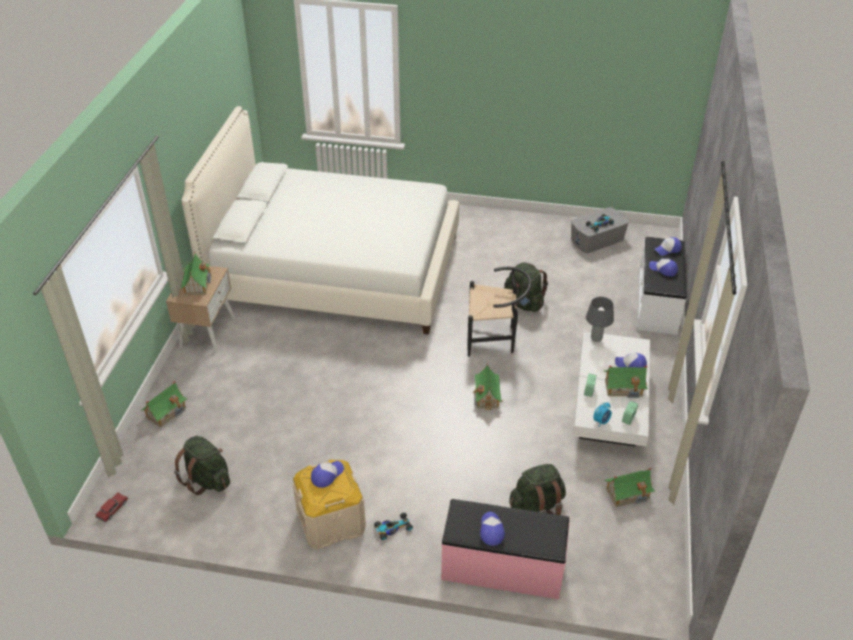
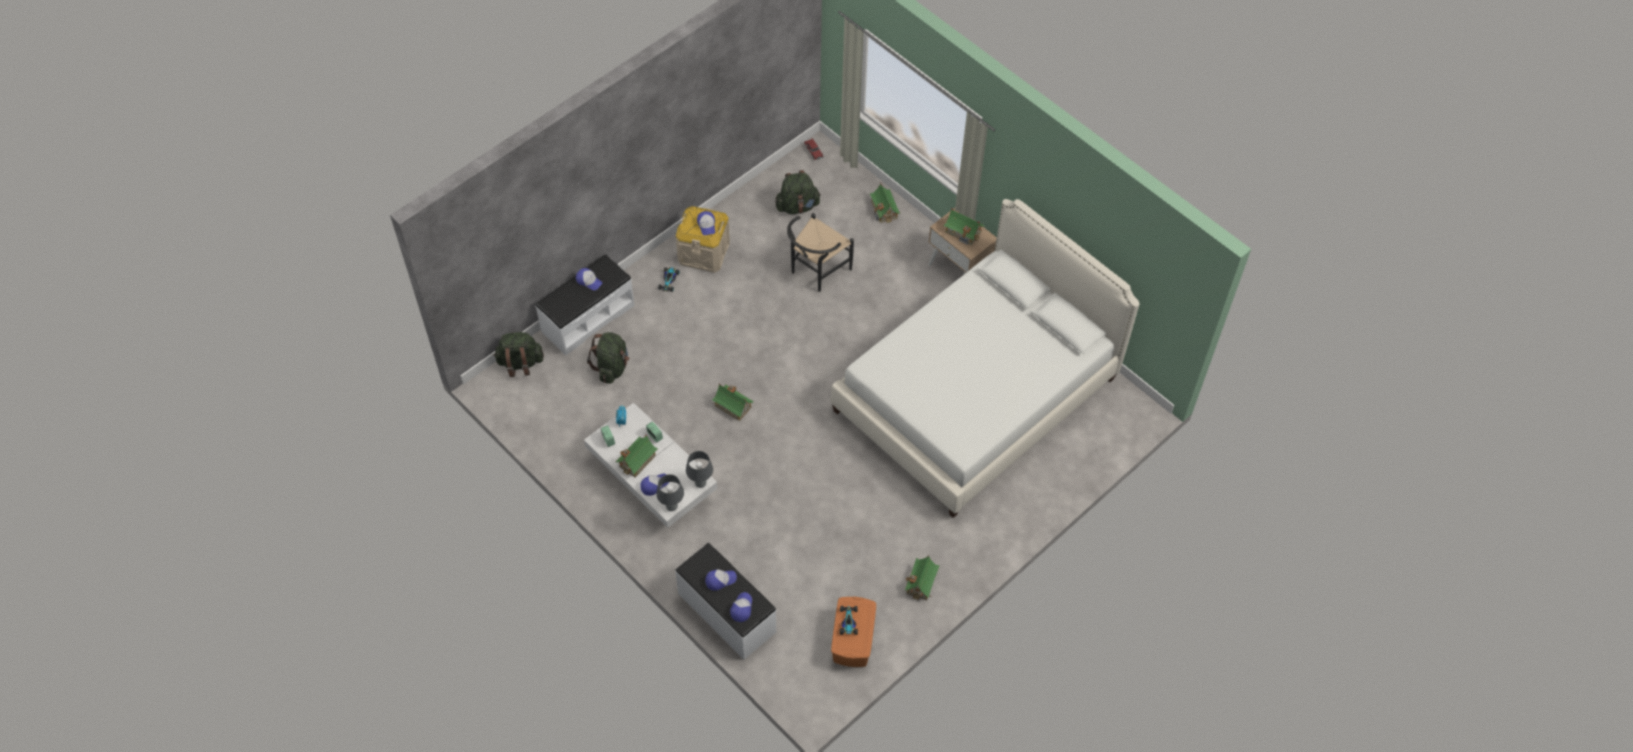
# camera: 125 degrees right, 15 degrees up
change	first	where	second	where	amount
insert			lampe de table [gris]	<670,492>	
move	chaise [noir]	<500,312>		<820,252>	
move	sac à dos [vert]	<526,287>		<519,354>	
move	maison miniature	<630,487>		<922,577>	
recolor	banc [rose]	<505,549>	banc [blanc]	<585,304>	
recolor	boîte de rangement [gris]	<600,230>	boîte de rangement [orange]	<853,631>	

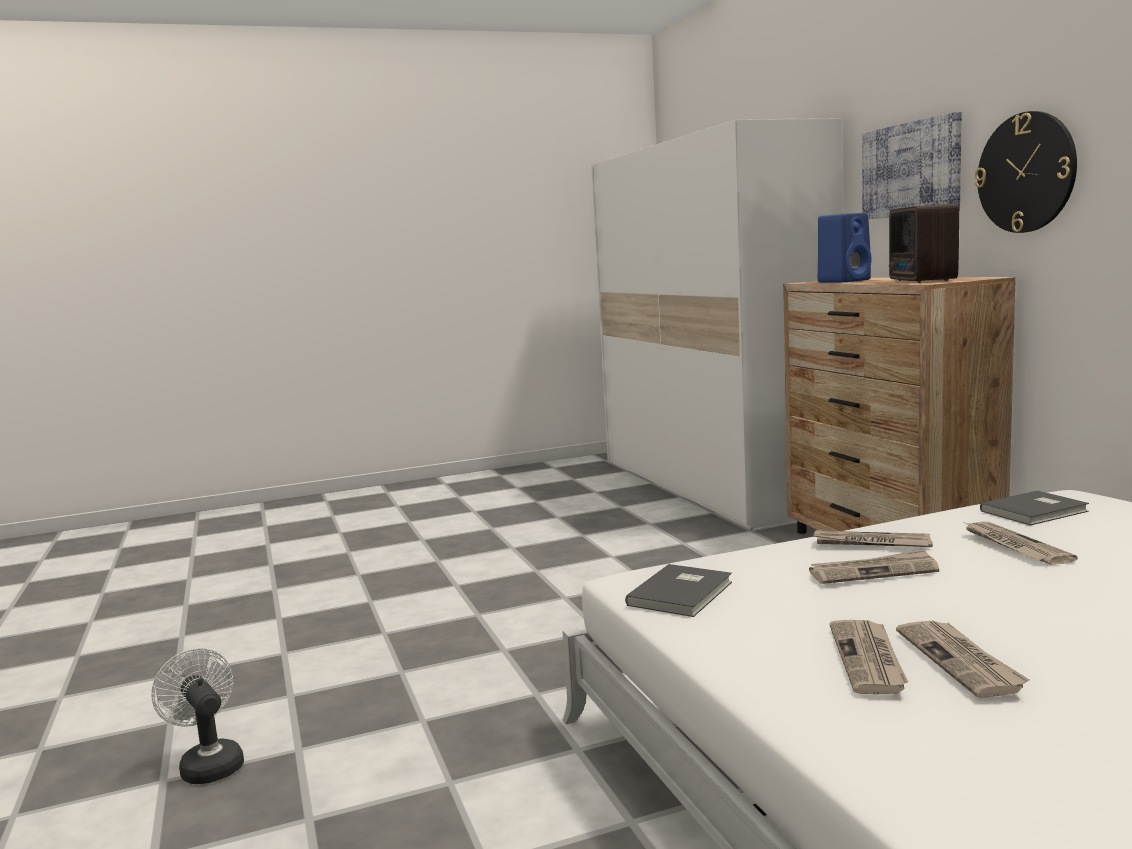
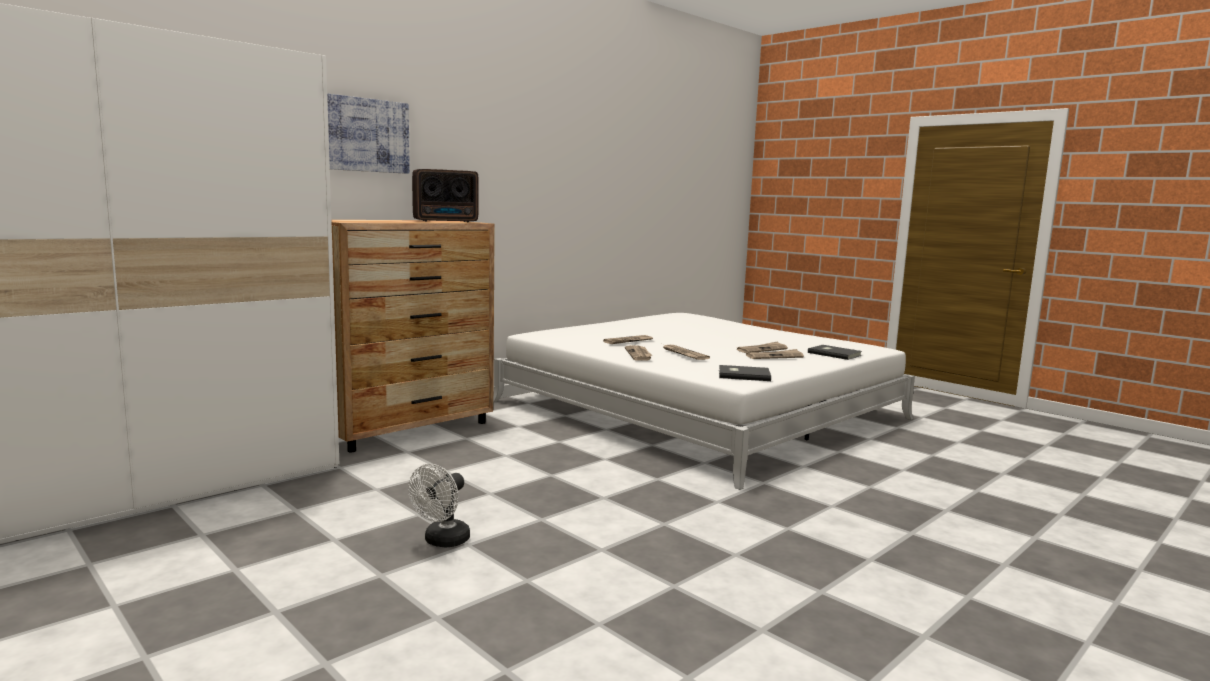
# camera: 115 degrees left, 0 degrees up
change	first	where	second	where	amount
delete	enceinte [bleu]	<844,248>			
delete	horloge murale	<1026,172>			
move	ventilateur [blanc]	<197,716>		<439,506>	
move	livre [gris]	<1034,508>		<835,352>	

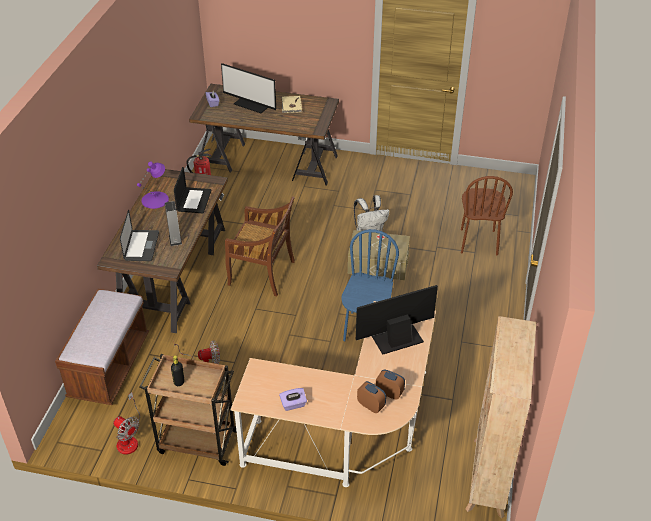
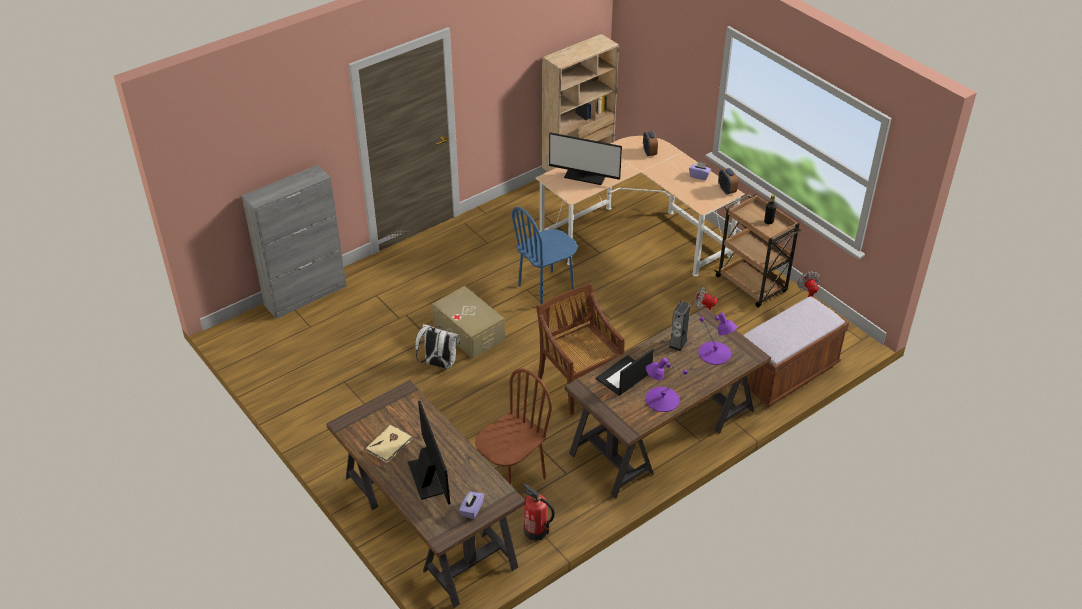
# camera: 140 degrees left, 0 degrees up
change	first	where	second	where	amount
insert			meuble de rangement [gris]	<294,242>	
move	réveil	<390,385>		<728,181>	
move	chaise [marron]	<487,215>		<513,426>	
replace	ordinateur portable	<139,235>	lampe de table [violet]	<717,338>	

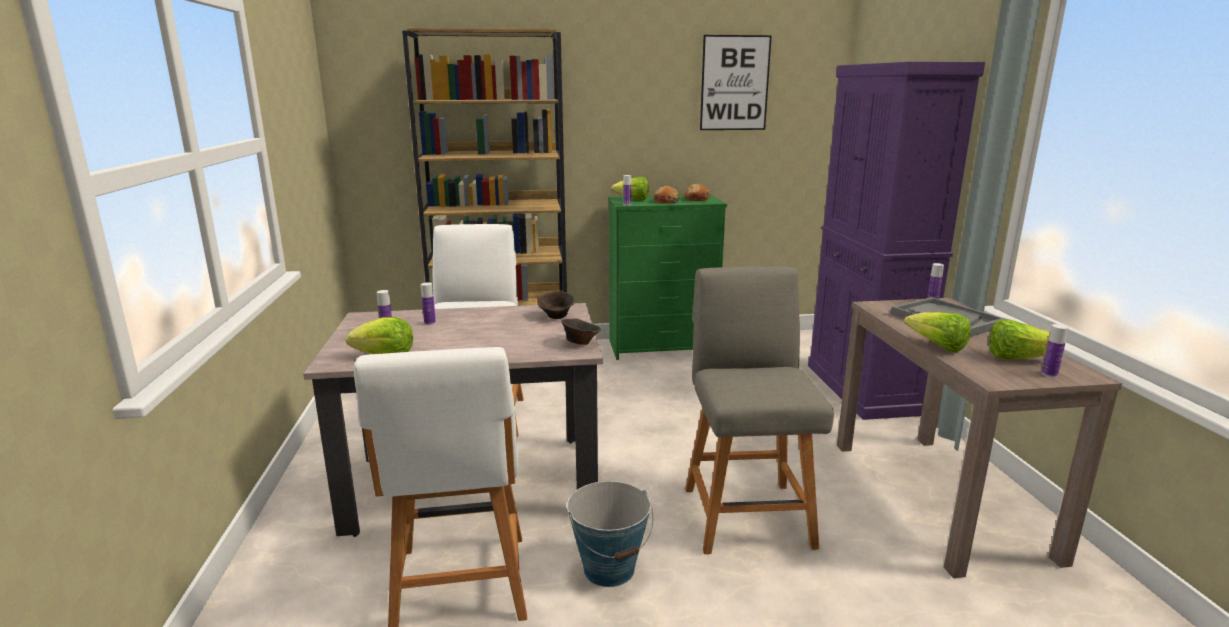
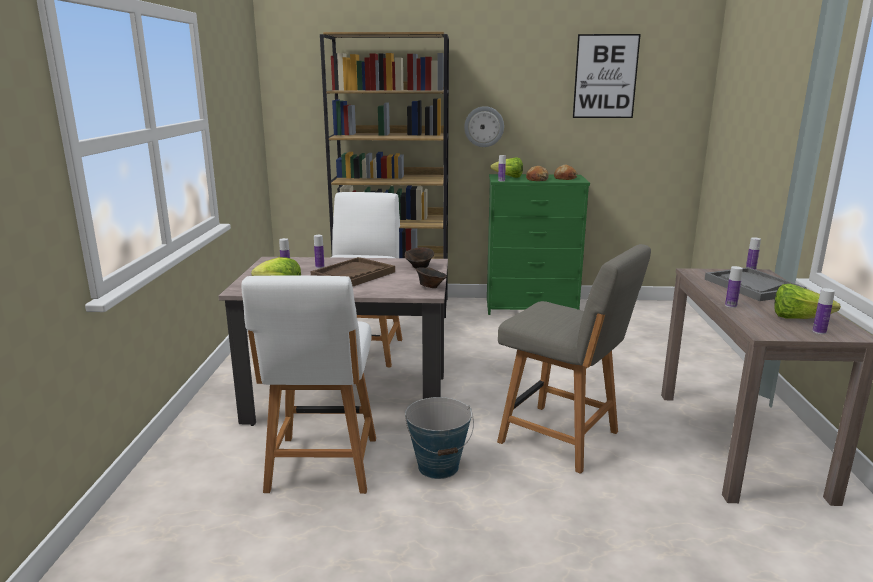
# camera: 10 degrees right, 0 degrees up
change	first	where	second	where	amount
delete	meuble de rangement [violet]	<896,241>			
insert			plateau [marron]	<352,271>	
insert			horloge murale	<484,126>	
replace	laitue	<937,332>	bouteille	<734,287>	
rotate	chaise [gris]	<759,410>		<574,359>	120 degrees clockwise

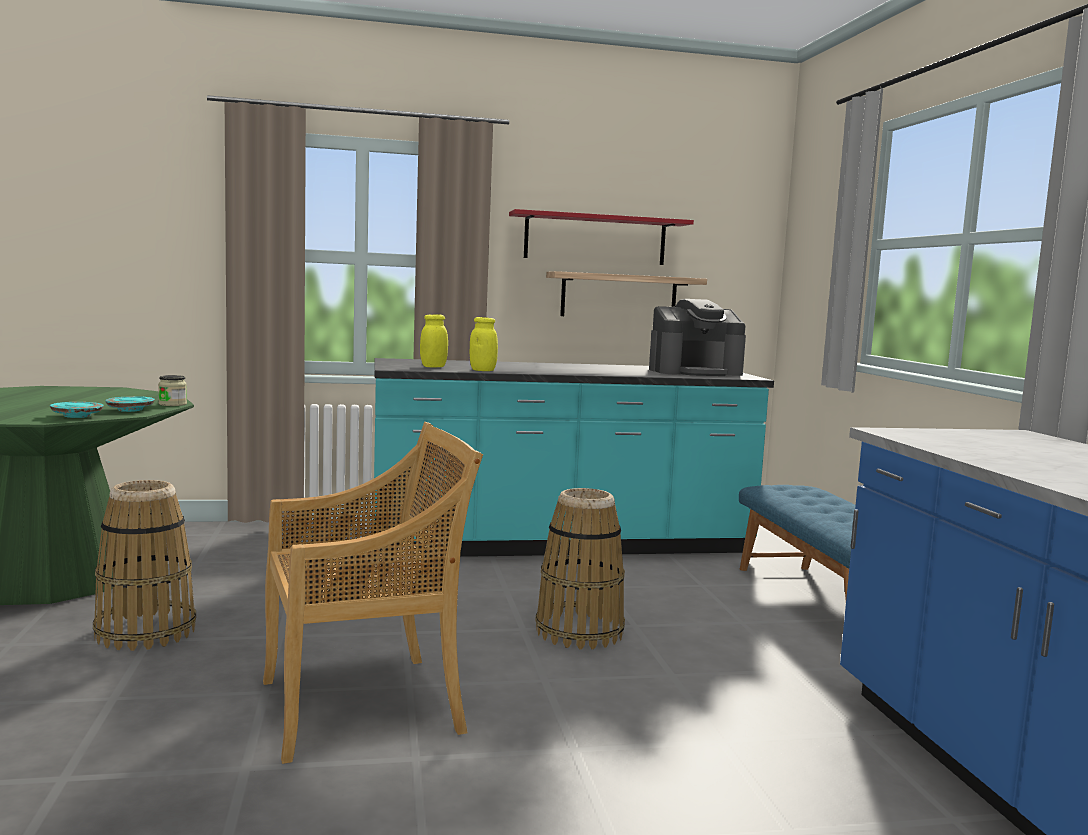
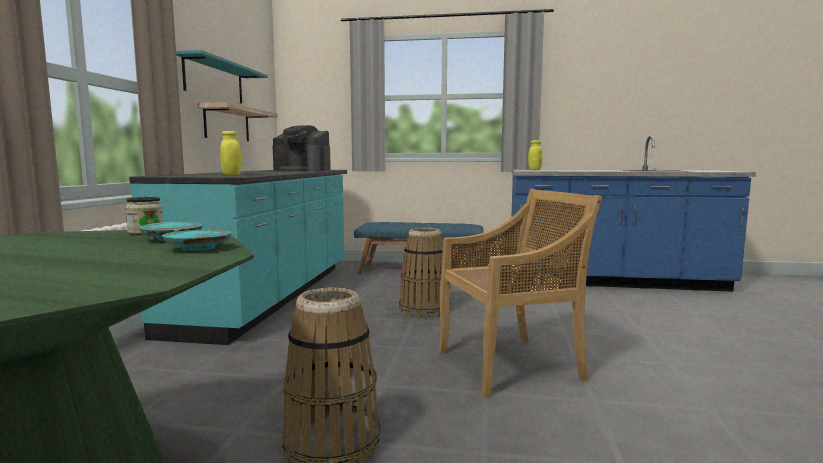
# camera: 70 degrees left, 0 degrees up
change	first	where	second	where	amount
move	bocal [jaune]	<483,344>		<535,155>	
recolor	étagère [rouge]	<601,237>	étagère [turquoise]	<222,77>	
rotate	chaise [beige]	<373,593>		<520,293>	75 degrees clockwise
rotate	machine à café	<697,337>		<301,148>	105 degrees clockwise

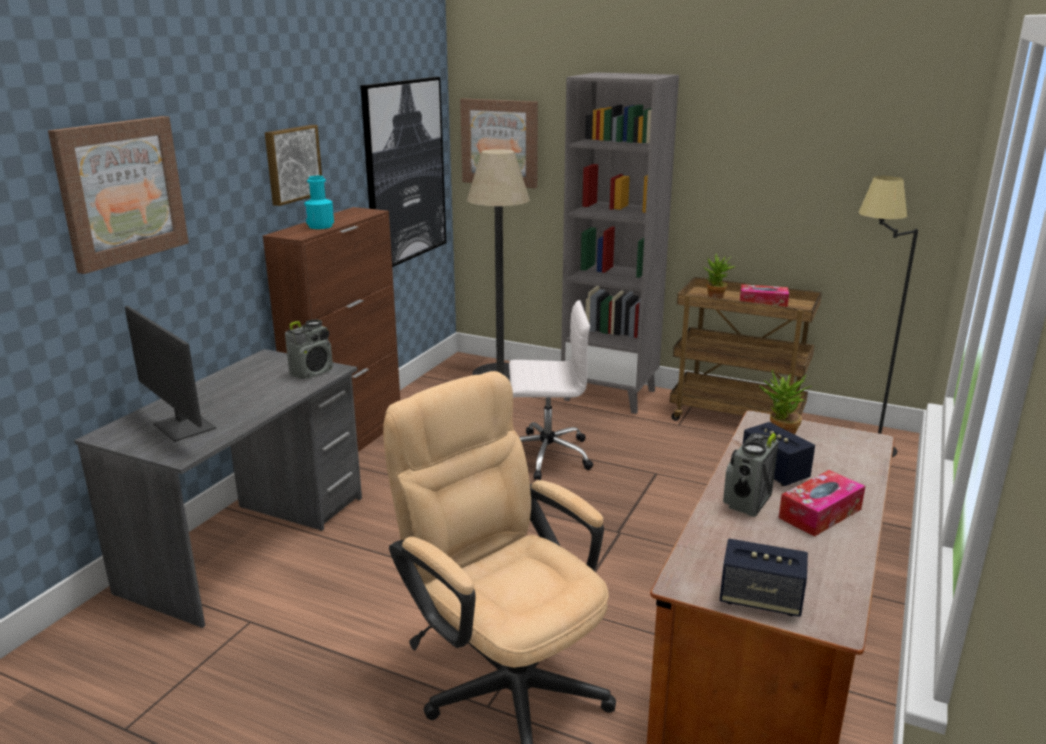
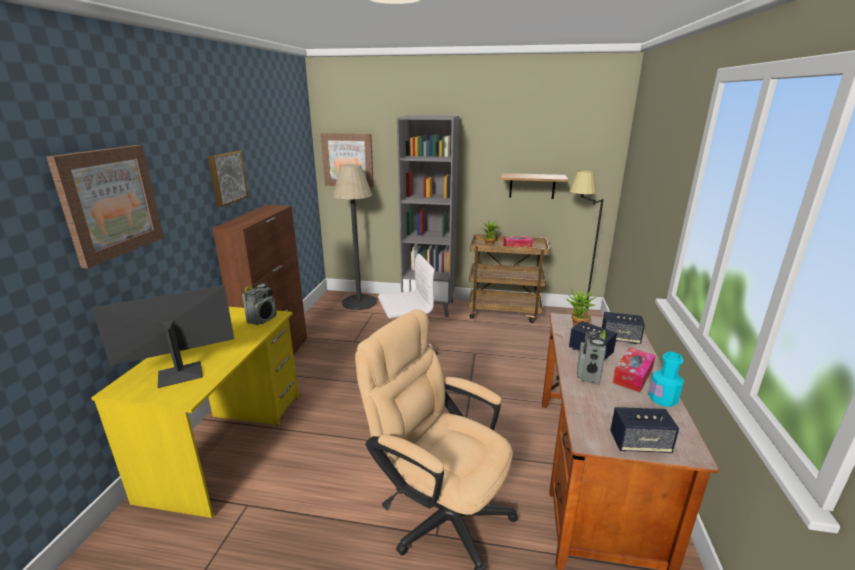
# camera: 15 degrees left, 0 degrees up
change	first	where	second	where	amount
delete	tableau	<403,172>			
insert			étagère	<535,186>	
insert			enceinte	<623,328>	
move	bouteille [turquoise]	<319,202>		<666,379>	
recolor	bureau [gris]	<218,488>	bureau [jaune]	<195,412>	
rotate	écran d'ordinateur	<170,374>		<163,336>	120 degrees clockwise

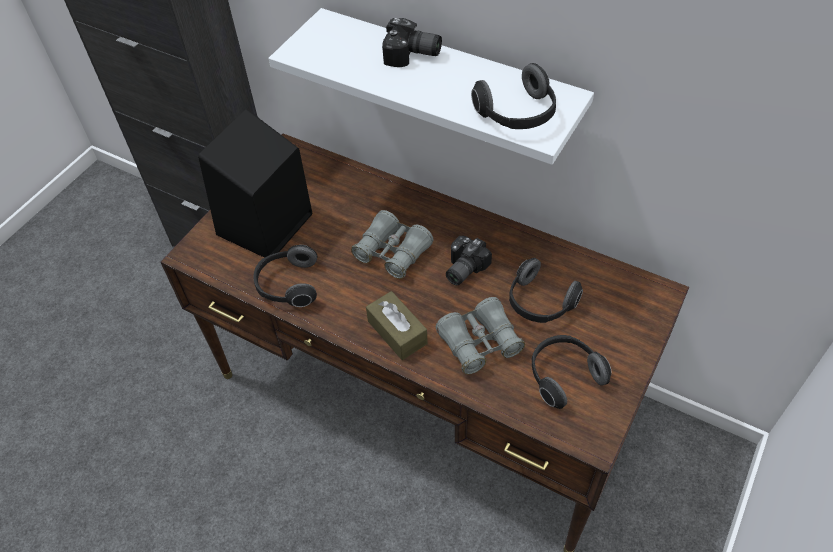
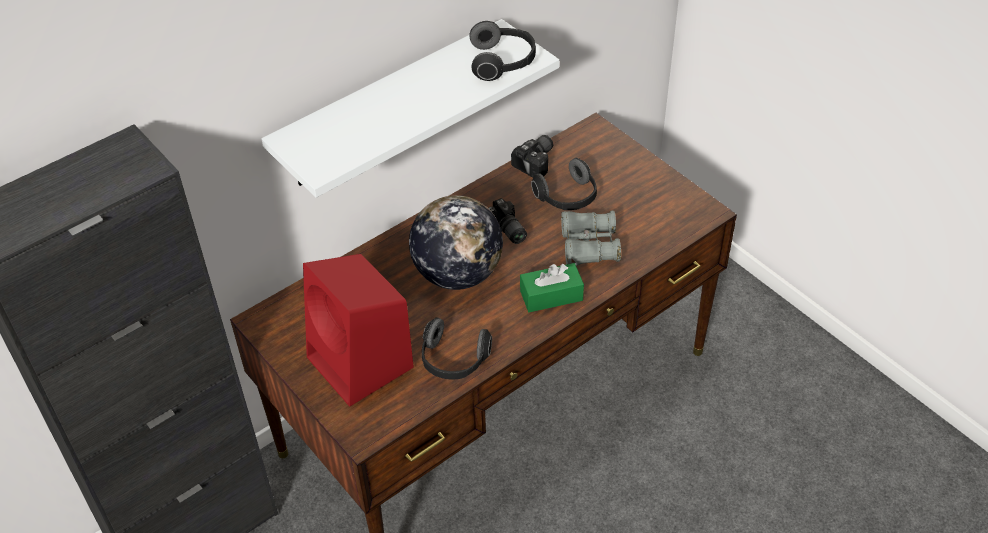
# camera: 70 degrees left, 5 degrees down
change	first	where	second	where	amount
delete	casque audio	<571,372>			
move	appareil photo	<412,42>		<532,156>	
replace	jumelles [gris]	<392,244>	globe	<456,242>	
recolor	enceinte [noir]	<255,183>	enceinte [rouge]	<358,330>	
recolor	boîte à mouchoirs [marron]	<397,325>	boîte à mouchoirs [vert]	<552,287>	

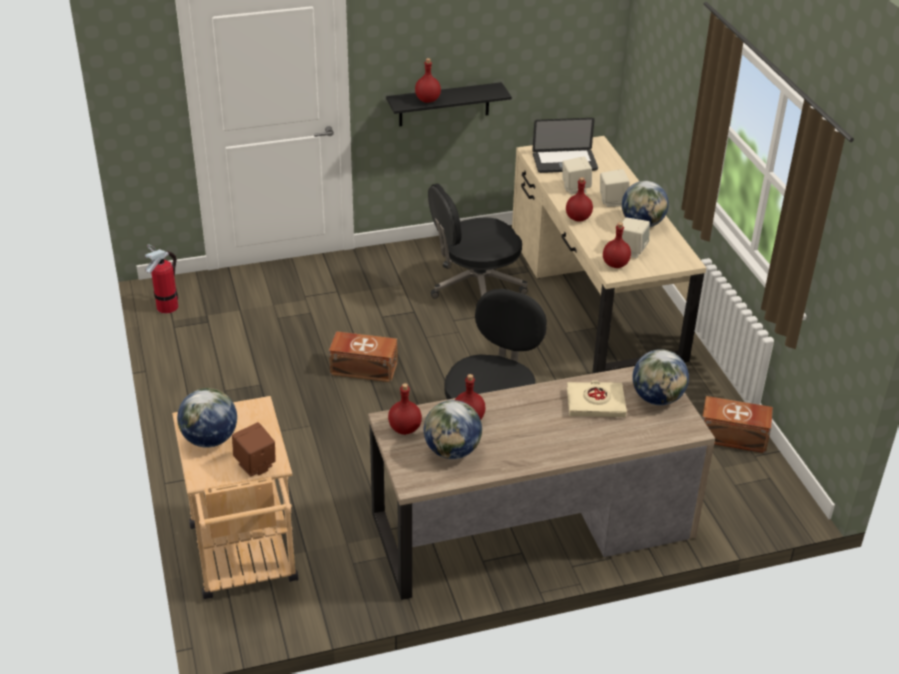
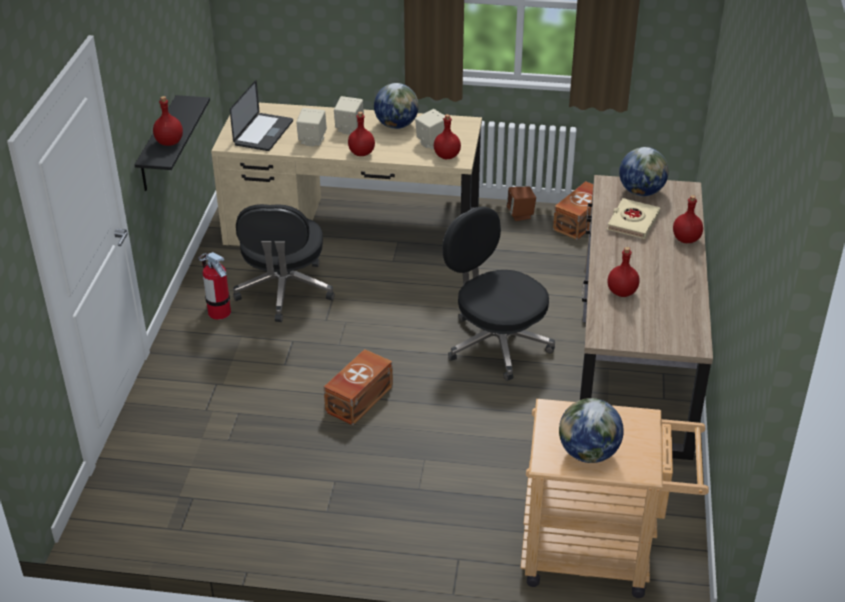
# camera: 65 degrees left, 0 degrees up
change	first	where	second	where	amount
delete	globe	<453,429>			
move	extincteur	<161,279>		<214,286>	
move	enceinte [marron]	<254,449>		<521,204>	
move	bouteille [rouge]	<405,409>		<688,219>	

